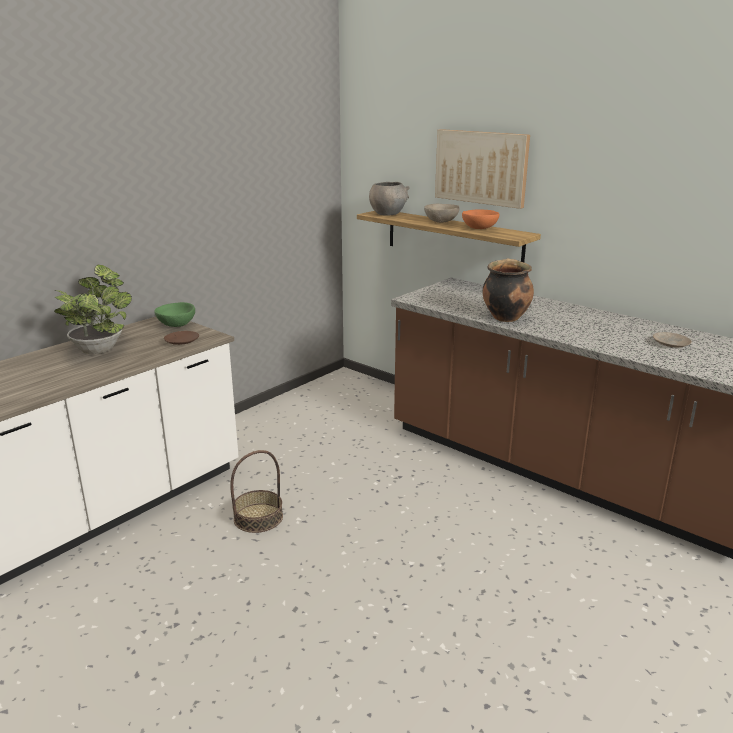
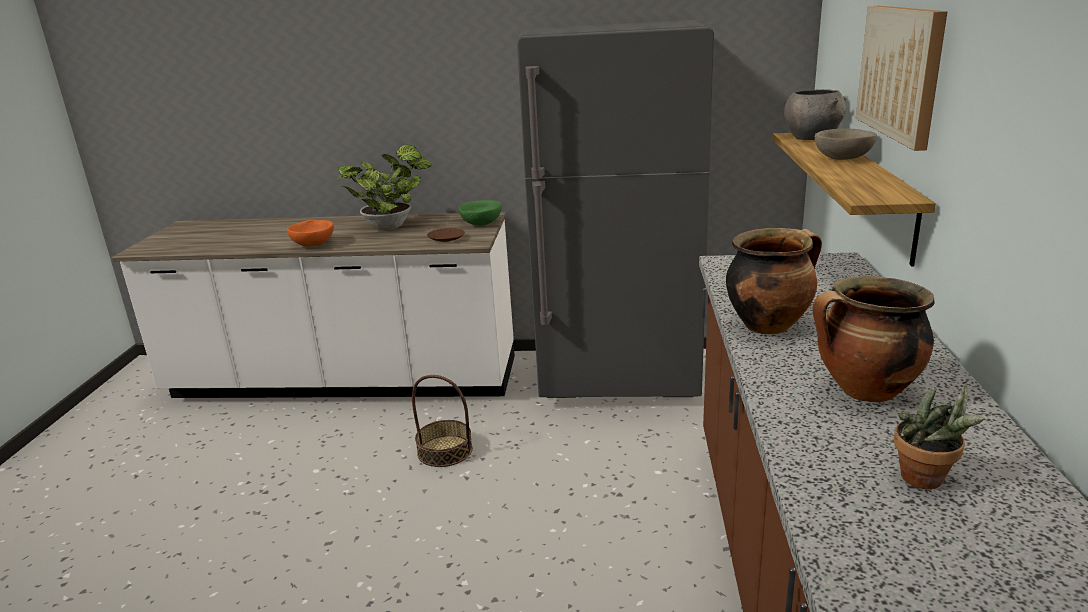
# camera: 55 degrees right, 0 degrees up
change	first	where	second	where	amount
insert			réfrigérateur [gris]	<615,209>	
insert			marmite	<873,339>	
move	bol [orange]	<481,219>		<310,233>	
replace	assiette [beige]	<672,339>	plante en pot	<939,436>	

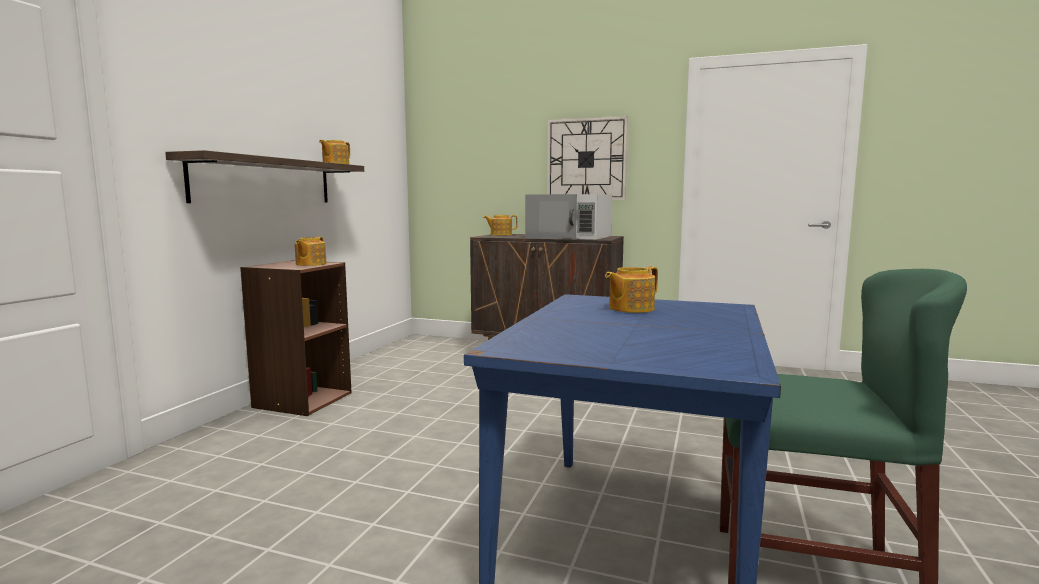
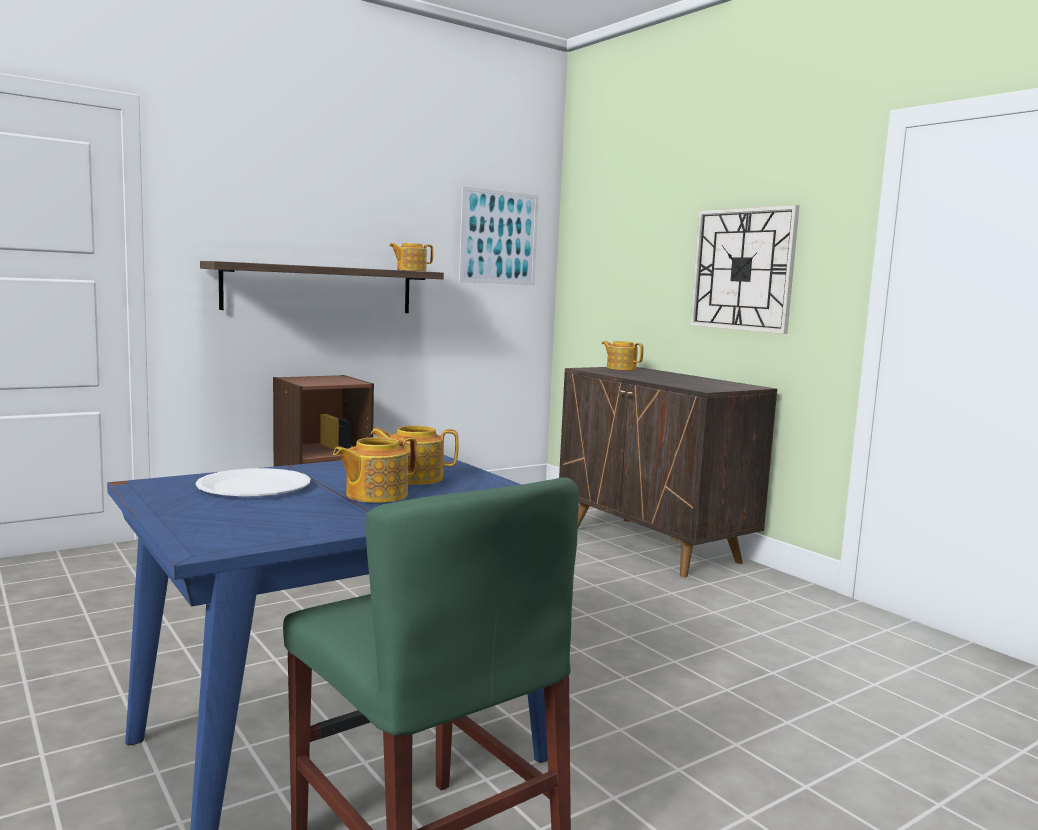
# camera: 35 degrees right, 0 degrees up
change	first	where	second	where	amount
delete	micro-ondes [blanc]	<568,216>			
insert			assiette [blanc]	<253,482>	
insert			tableau	<499,235>	
move	théière	<311,251>		<375,470>	

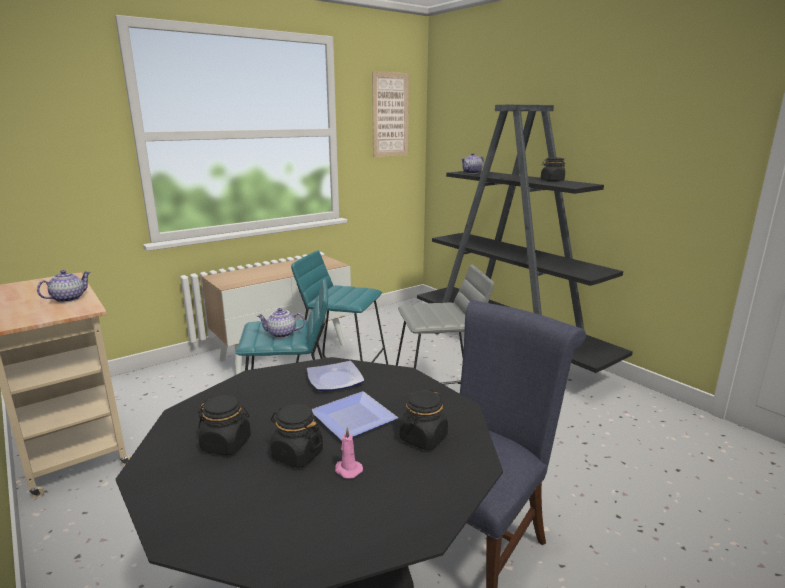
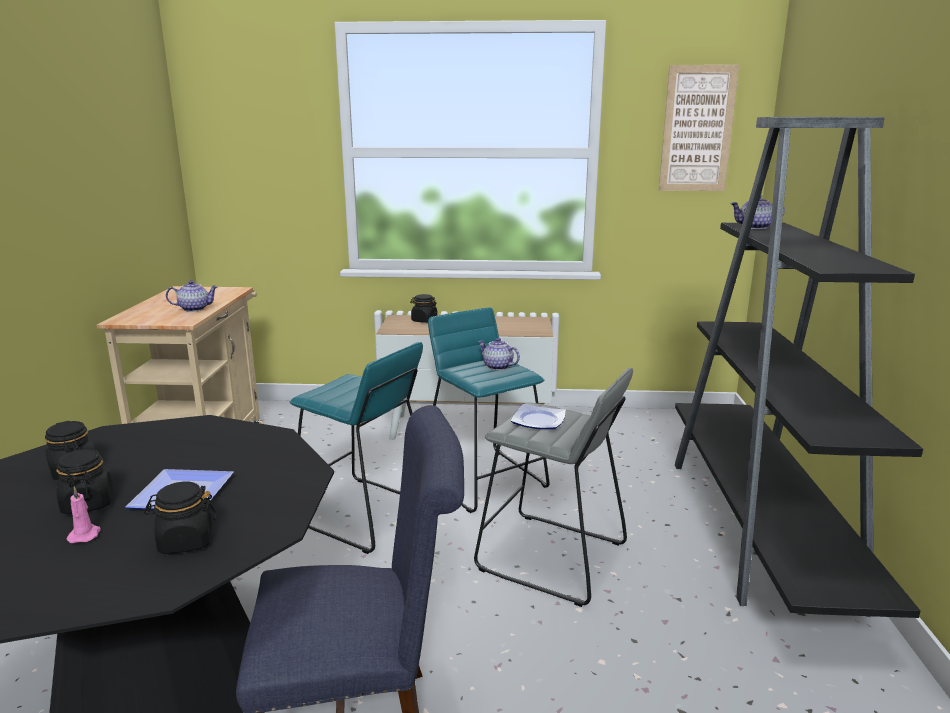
# camera: 40 degrees right, 0 degrees up
change	first	where	second	where	amount
move	théière	<281,323>		<499,354>	
move	assiette	<335,376>		<538,416>	
move	bocal [noir]	<553,169>		<424,308>	

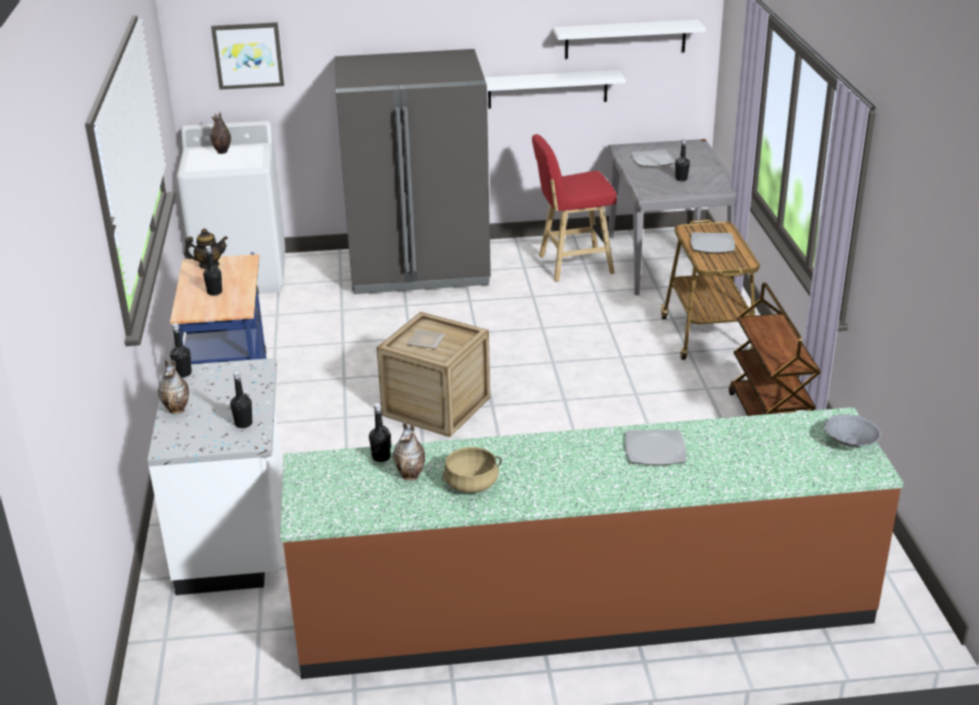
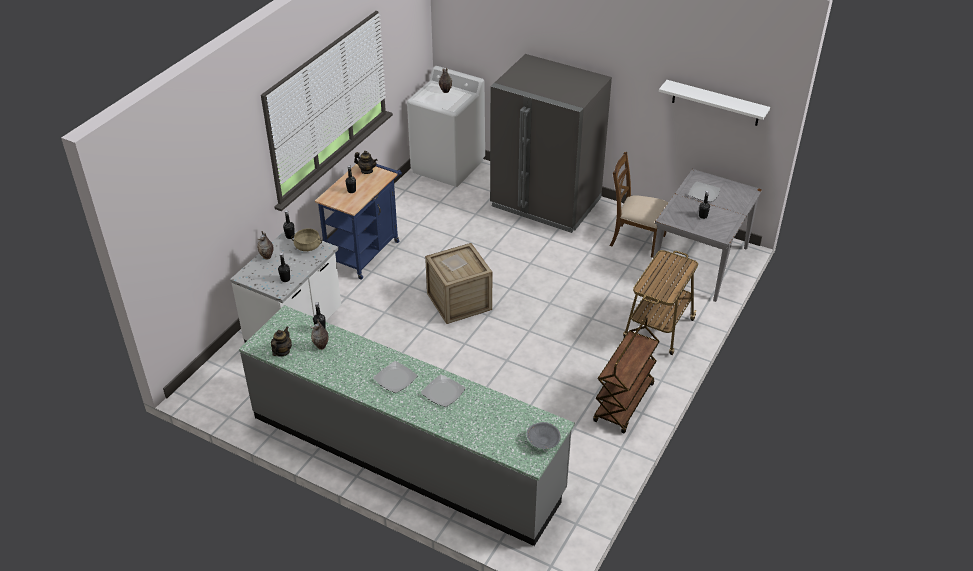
# camera: 35 degrees right, 10 degrees up
change	first	where	second	where	amount
delete	tableau	<247,56>			
delete	étagère [blanc]	<554,89>			
insert			théière	<281,341>	
move	marmite [beige]	<472,470>		<306,239>	
move	assiette	<713,242>		<395,377>	
replace	tabouret [rouge]	<574,208>	chaise [marron]	<639,205>	
recolor	comptoir de cuisine [marron]	<591,543>	comptoir de cuisine [gris]	<407,425>	

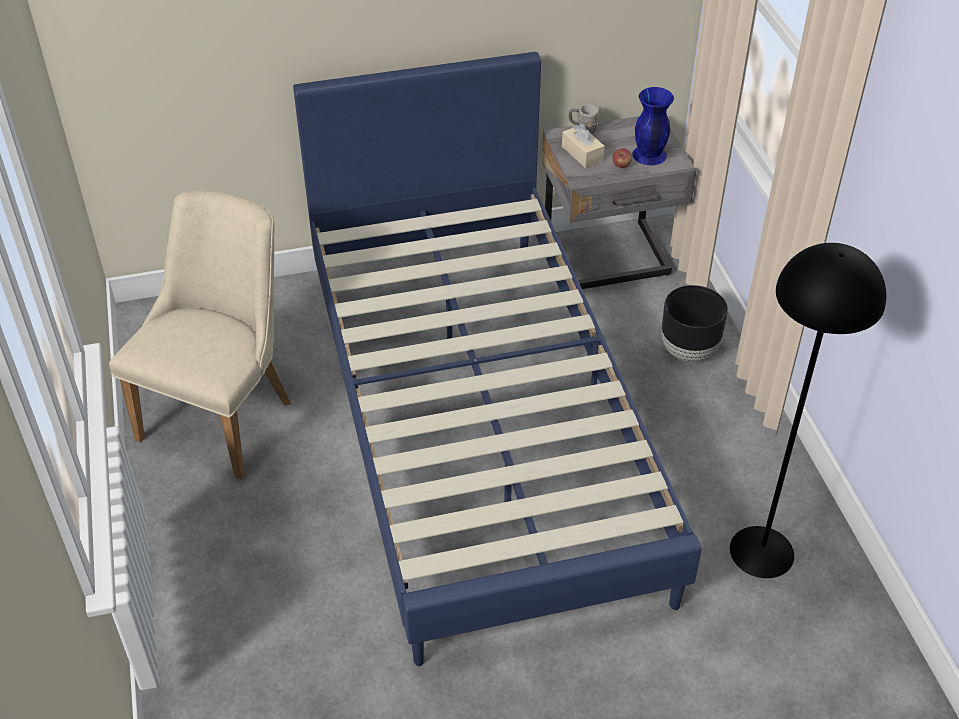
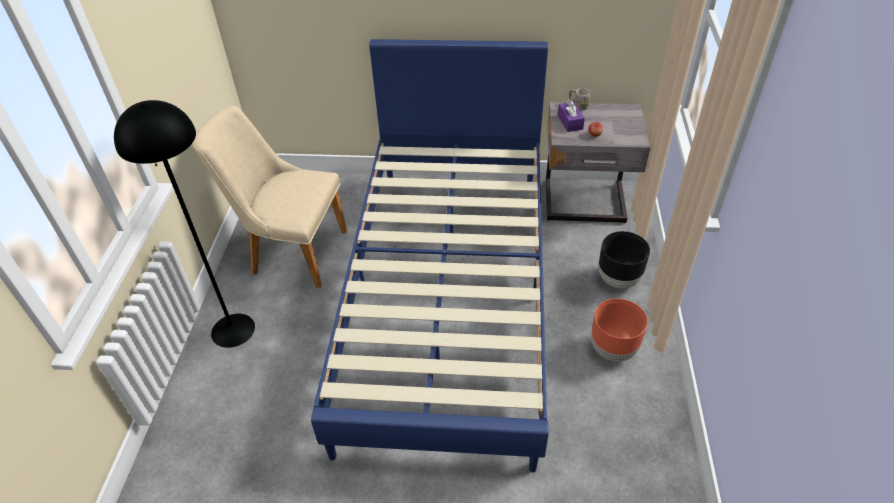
# camera: 20 degrees right, 0 degrees up
change	first	where	second	where	amount
delete	vase [bleu]	<653,126>			
insert			cache-pot [marron]	<619,330>	
move	lampadaire [noir]	<808,410>		<184,224>	
recolor	boîte à mouchoirs [beige]	<583,146>	boîte à mouchoirs [violet]	<571,115>	
rotate	chaise [beige]	<200,335>		<270,197>	120 degrees counterclockwise

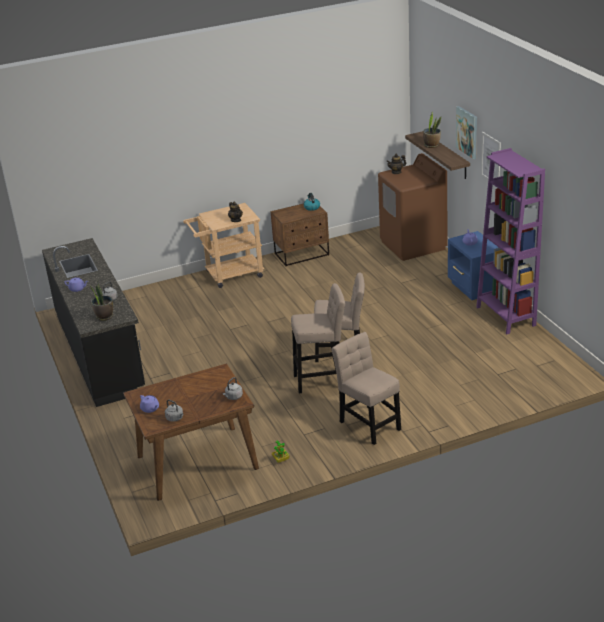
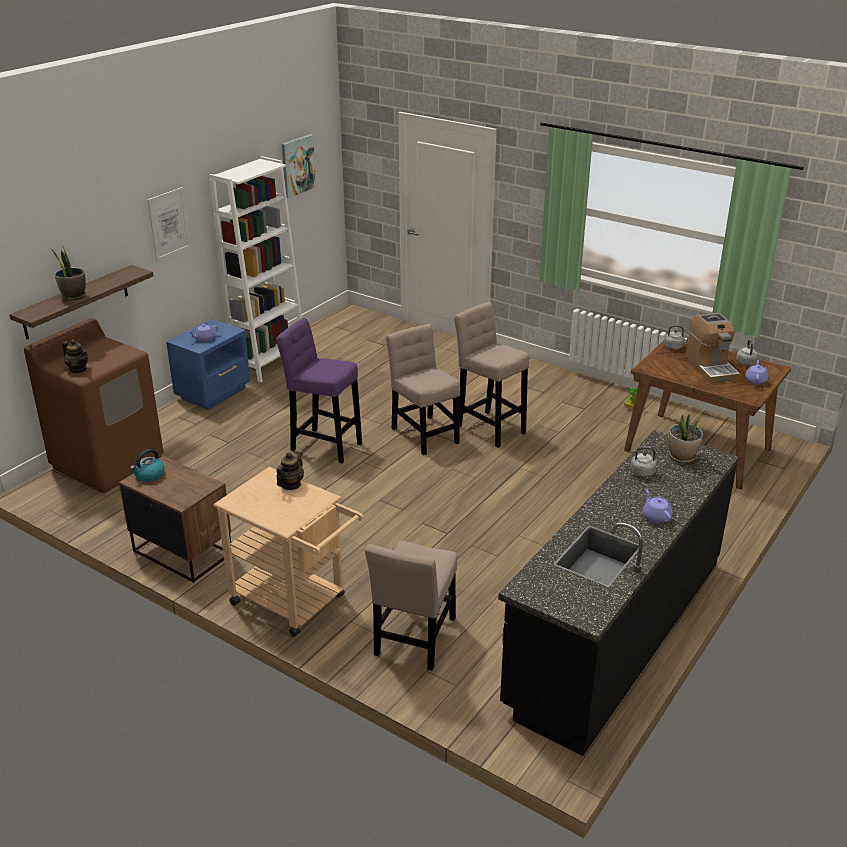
# camera: 125 degrees left, 0 degrees up
change	first	where	second	where	amount
insert			tabouret [violet]	<319,391>	
insert			machine à café	<712,348>	
move	chaise [beige]	<366,388>		<411,605>	
move	tableau	<466,132>		<299,166>	
recolor	bibliothèque [violet]	<510,241>	bibliothèque [blanc]	<255,269>	

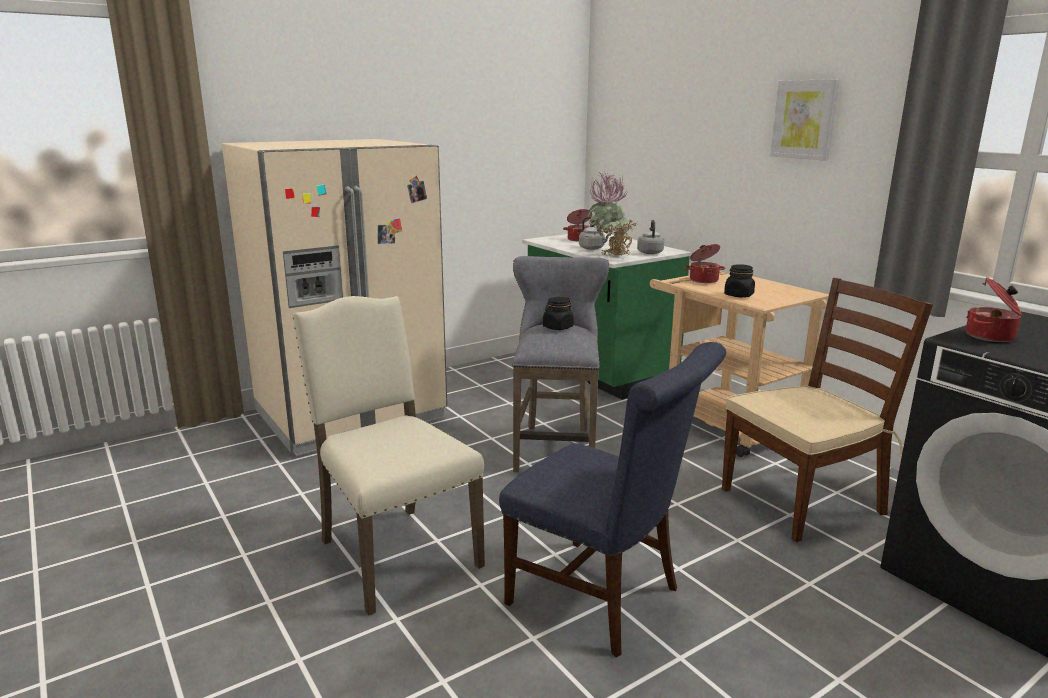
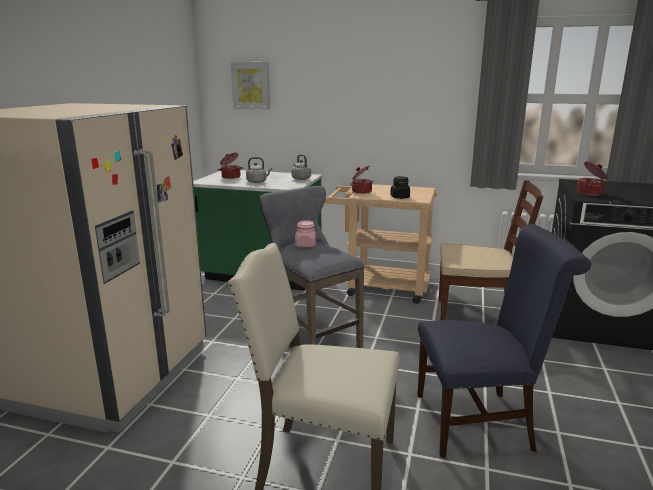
# camera: 40 degrees left, 0 degrees up
change	first	where	second	where	amount
delete	plante en pot	<611,214>			
move	tableau	<804,120>		<250,86>	
recolor	bocal [noir]	<558,313>	bocal [rose]	<305,233>	
rotate	chaise [marron]	<827,410>		<491,250>	75 degrees clockwise

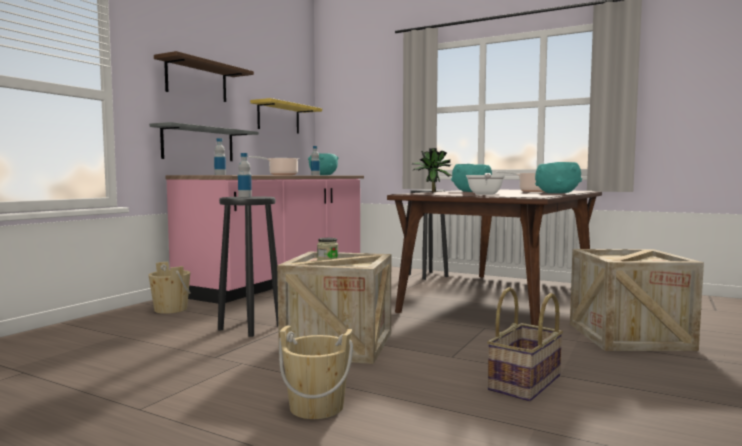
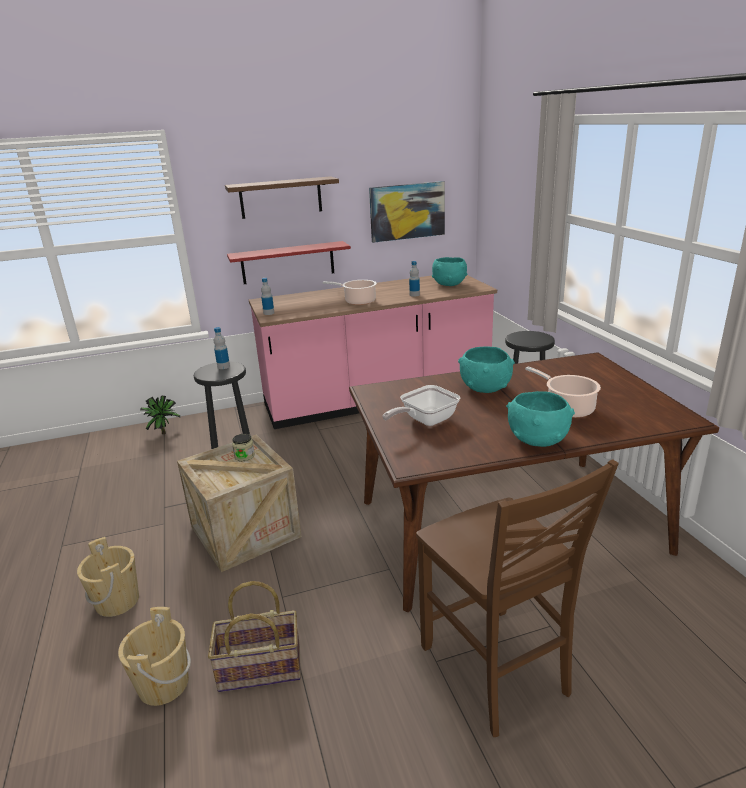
# camera: 45 degrees right, 20 degrees up
change	first	where	second	where	amount
move	seau [beige]	<170,288>		<154,656>	
move	plante en pot	<432,170>		<160,415>	
replace	étagère [jaune]	<286,116>	tableau	<407,212>	
replace	caisse	<637,300>	chaise [marron]	<517,598>	
recolor	étagère [gris]	<204,141>	étagère [rouge]	<289,262>	

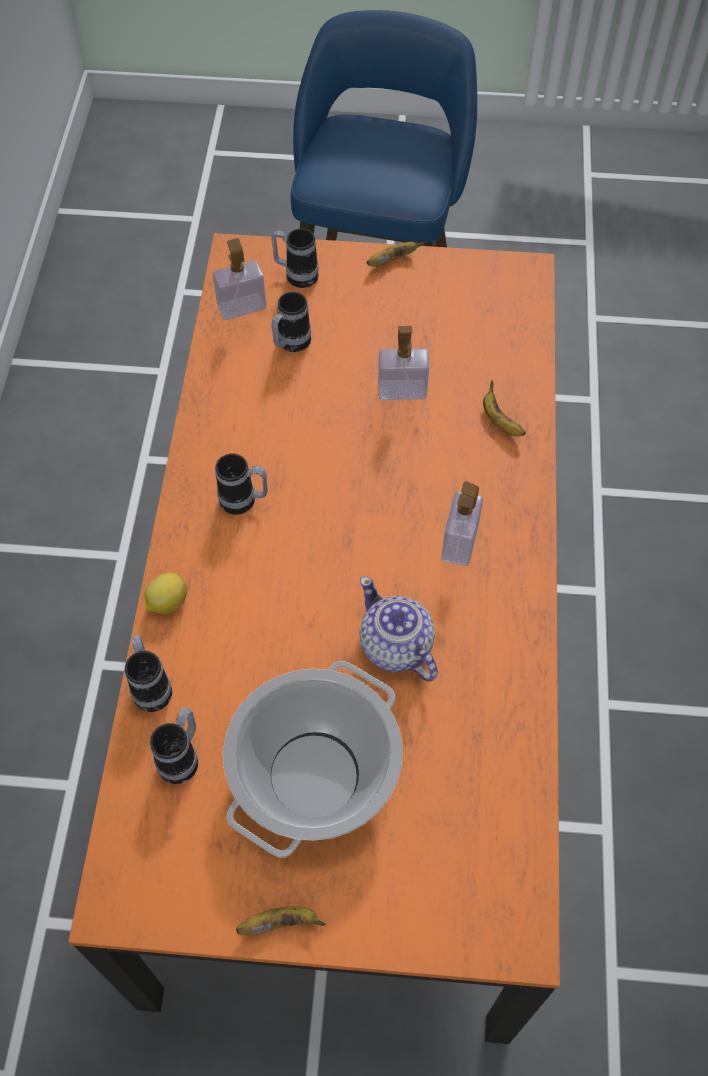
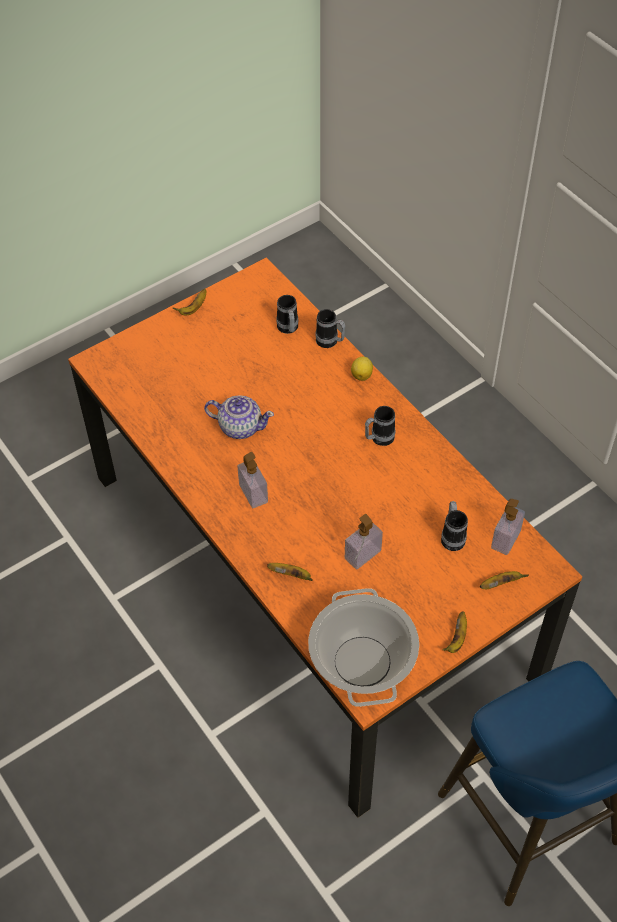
# camera: 140 degrees right, 5 degrees down
change	first	where	second	where	amount
move	marmite	<313,759>		<363,647>	
replace	mug	<295,258>	banane	<504,580>	

